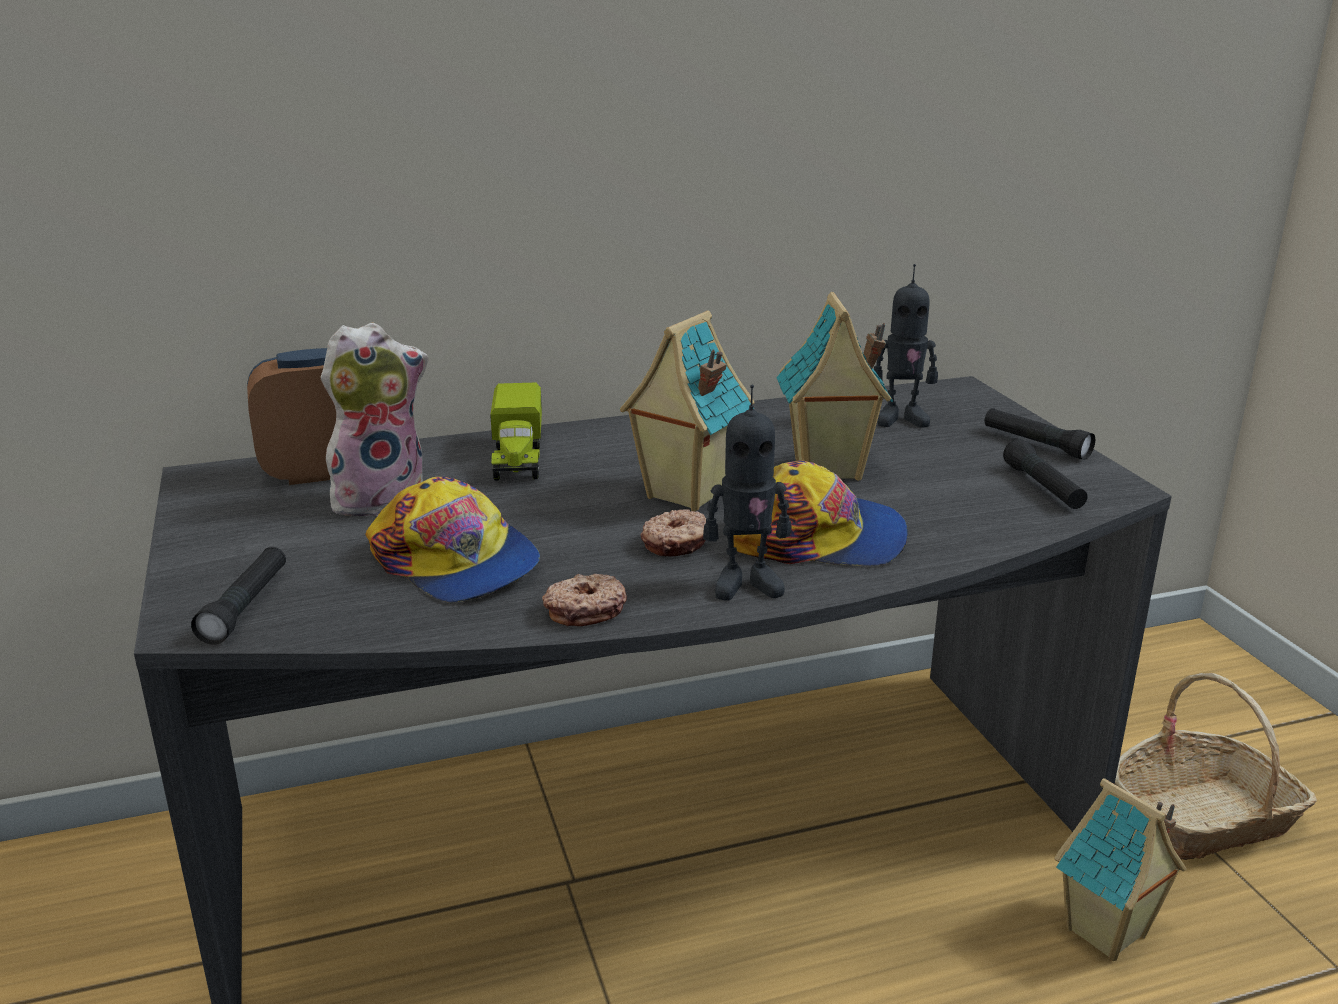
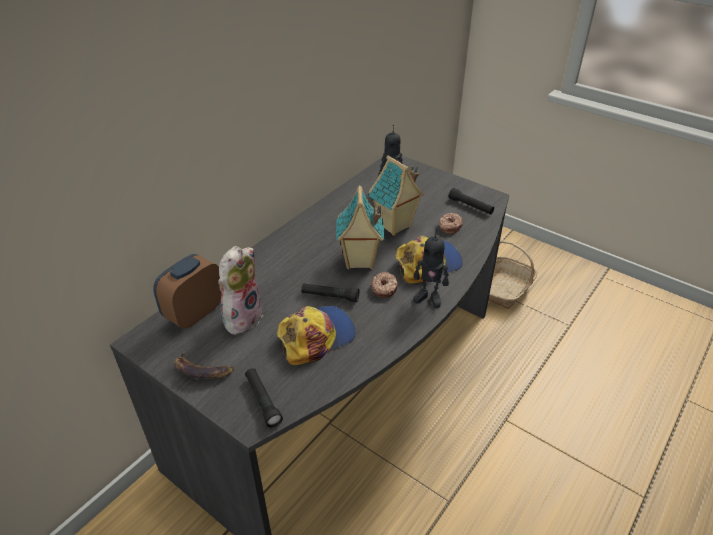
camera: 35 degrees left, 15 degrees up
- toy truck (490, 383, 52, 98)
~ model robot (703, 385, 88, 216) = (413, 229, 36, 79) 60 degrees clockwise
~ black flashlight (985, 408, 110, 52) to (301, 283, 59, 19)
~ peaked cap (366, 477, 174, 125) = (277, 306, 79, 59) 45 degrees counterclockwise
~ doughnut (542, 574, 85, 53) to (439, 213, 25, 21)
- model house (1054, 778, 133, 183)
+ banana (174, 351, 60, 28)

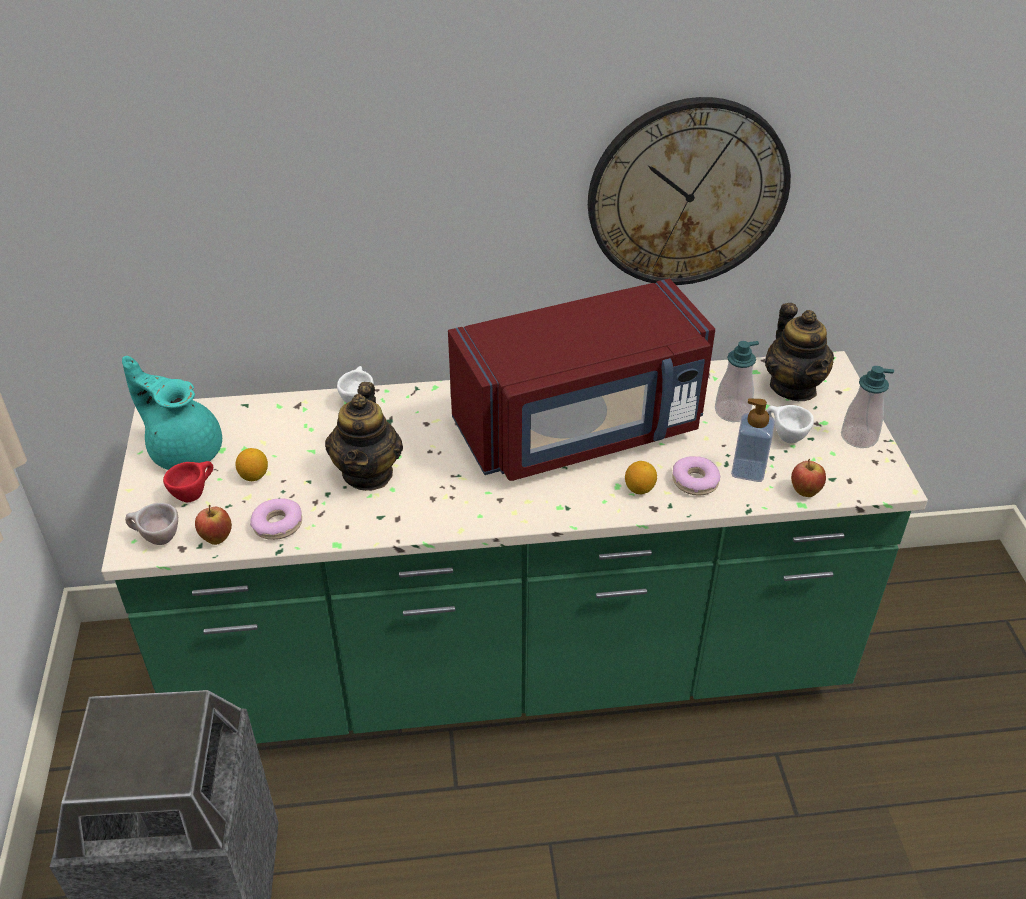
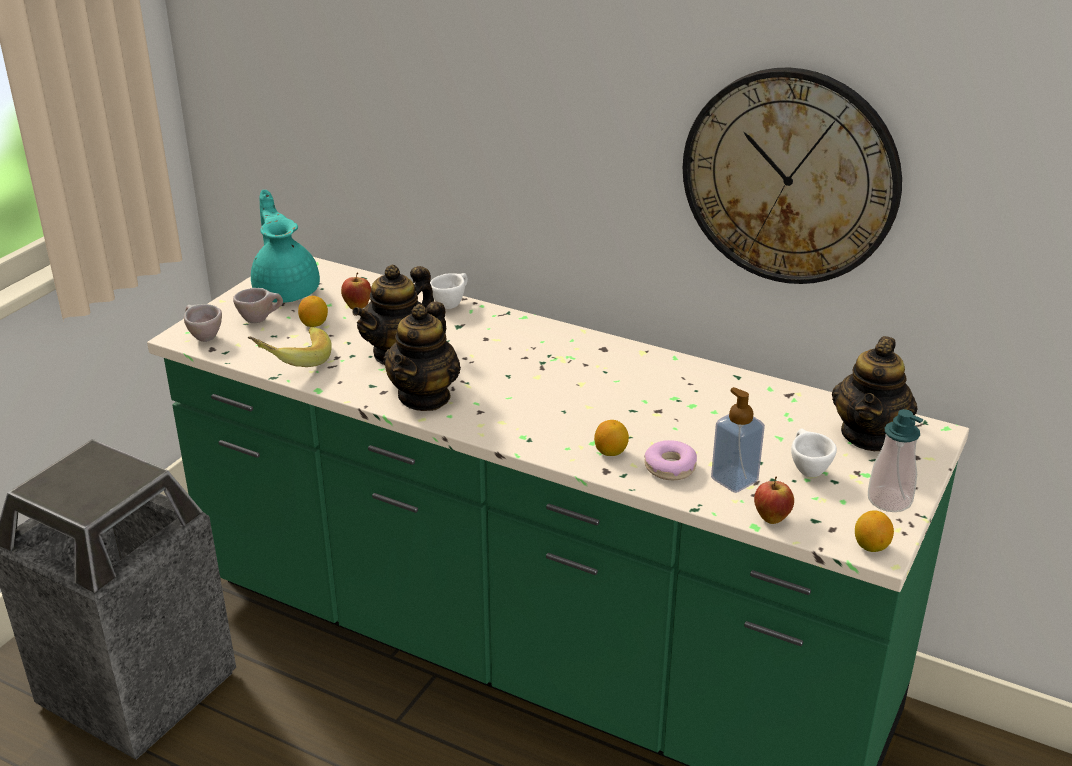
camera: 35 degrees right, 10 degrees down
- reddish kitchen microwave (448, 279, 267, 202)
- soap dispenser (715, 341, 44, 81)
~ reddish drinking cup (163, 461, 50, 41) to beige drinking cup (233, 288, 50, 35)
~ doughnut (250, 498, 52, 42) to banana (247, 327, 85, 40)
~ apple (195, 505, 37, 40) to (341, 272, 30, 38)
+ teapot (383, 301, 78, 110)
+ lemon (855, 511, 39, 41)

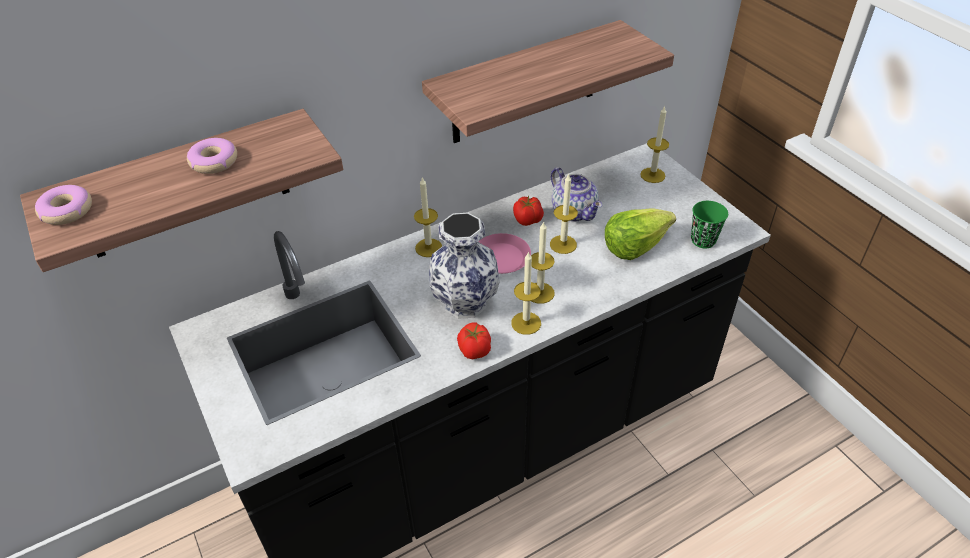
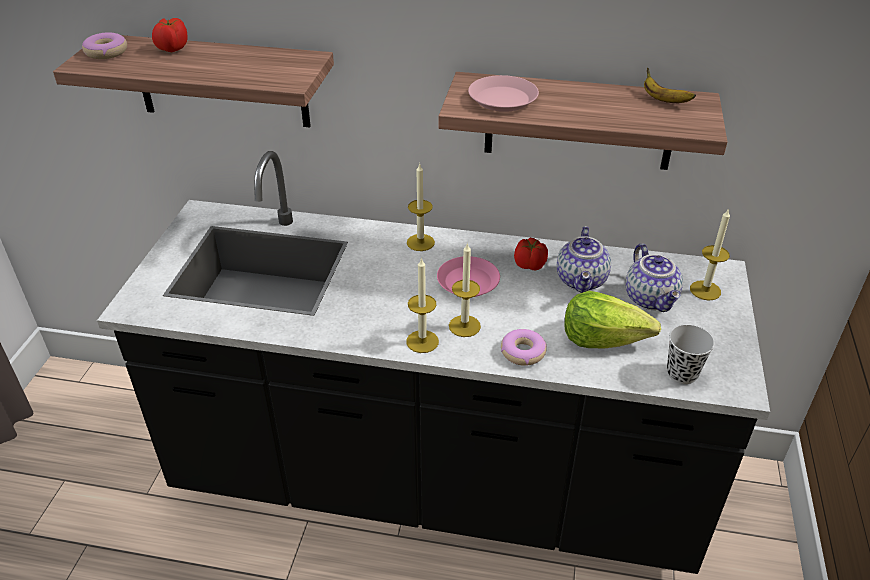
camera: 40 degrees right, 5 degrees down
~ doughnut (187, 138, 50, 36) to (501, 329, 46, 37)
- candle (550, 173, 28, 81)
~ green-coloured drinking cup (691, 201, 37, 47) to black drinking cup (667, 325, 48, 59)
- decorative vase (429, 213, 71, 106)
~ whole tomato (457, 322, 34, 37) to (152, 18, 35, 34)
+ banana (644, 68, 52, 35)
+ pink plate (468, 75, 71, 37)
+ teapot (626, 243, 57, 69)

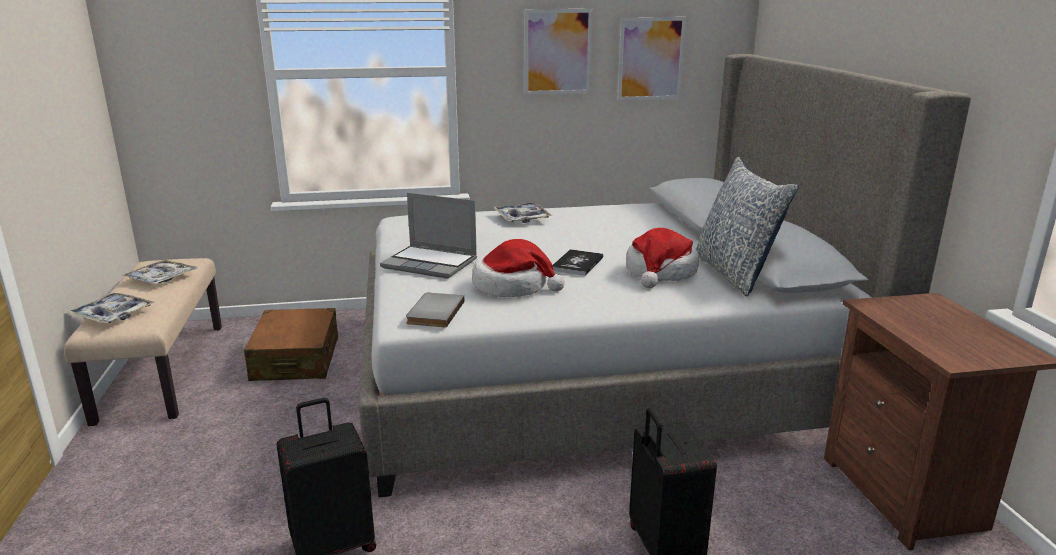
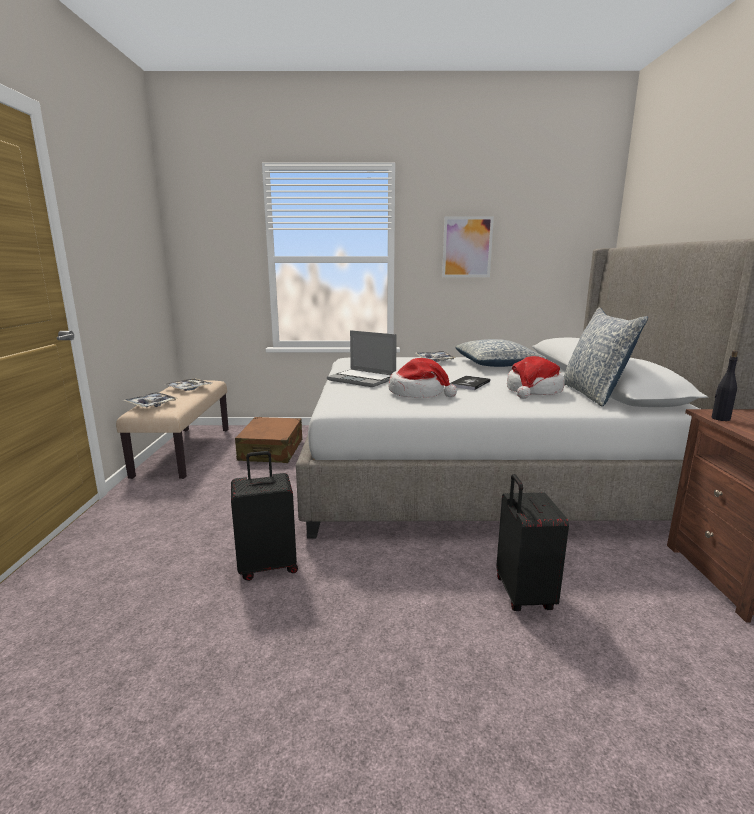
camera: 10 degrees right, 5 degrees down
- wall picture (617, 17, 69, 83)
- grey book (406, 293, 59, 35)
+ throw pillow (455, 339, 92, 28)
+ black bottle (711, 350, 27, 71)

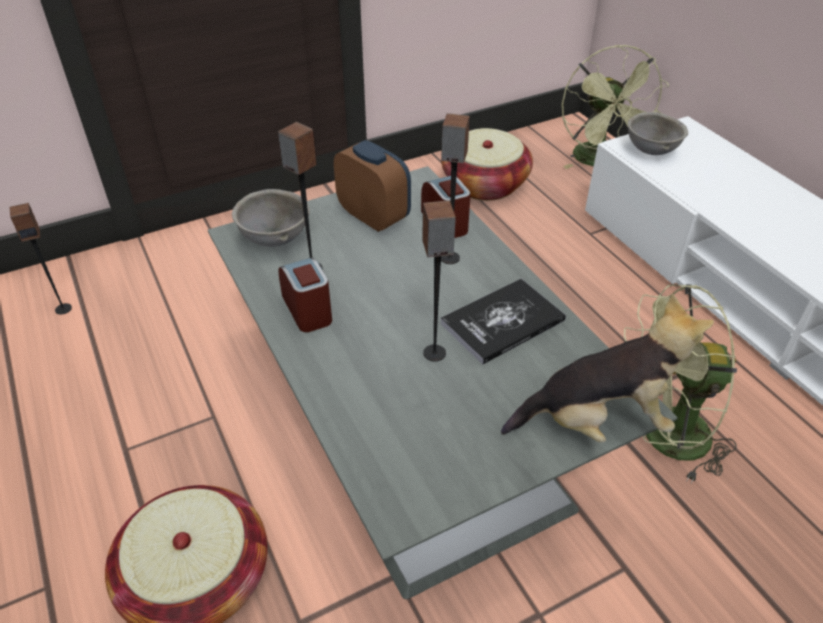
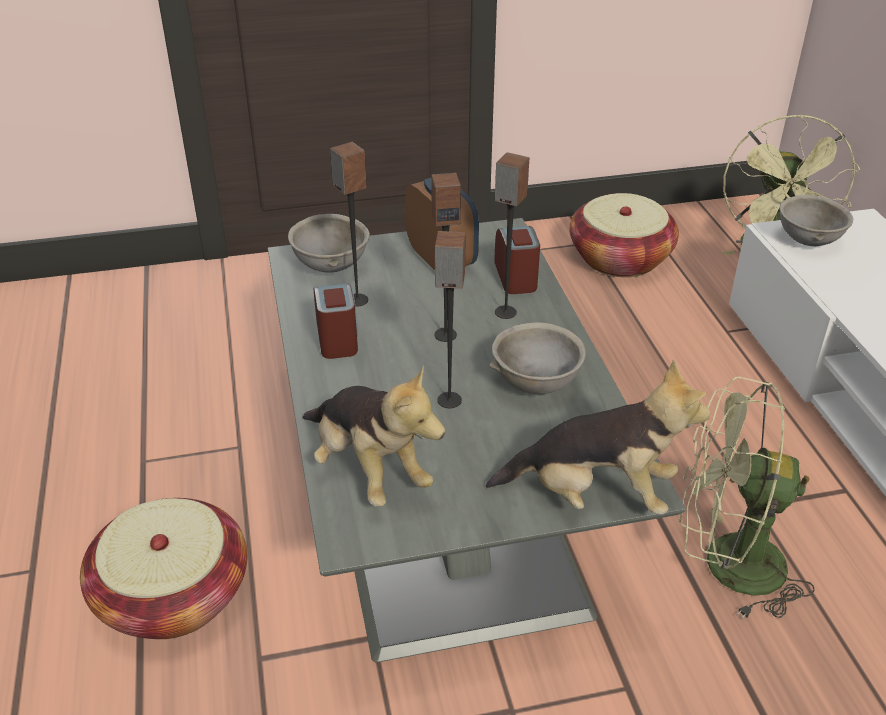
camera: 15 degrees right, 5 degrees down
~ loudspeaker (10, 203, 62, 112) to (431, 173, 30, 169)
~ book (440, 279, 126, 86) to grey serving bowl (490, 322, 96, 72)
+ soft toy (303, 366, 142, 141)

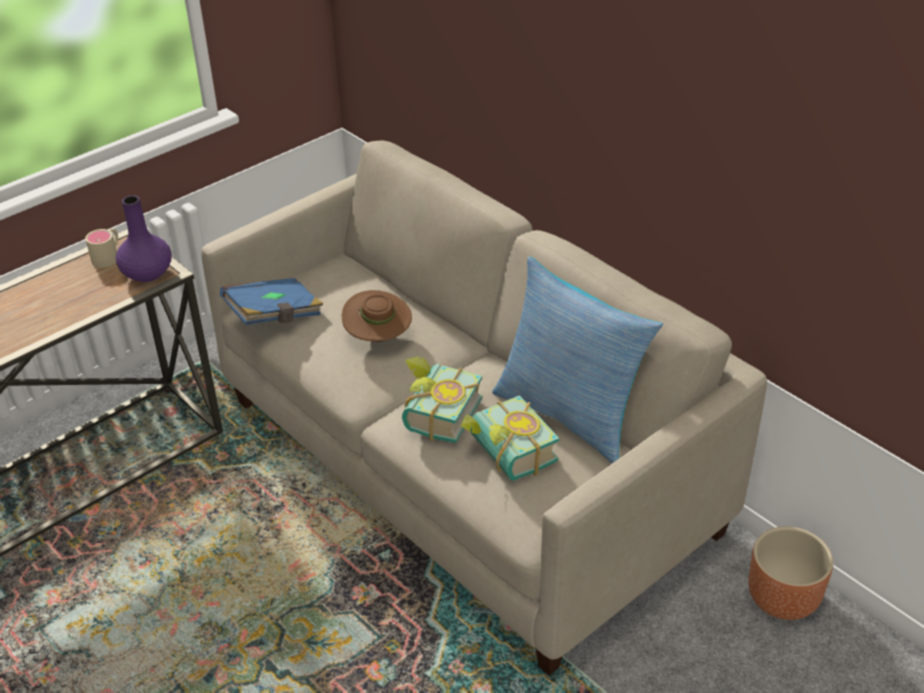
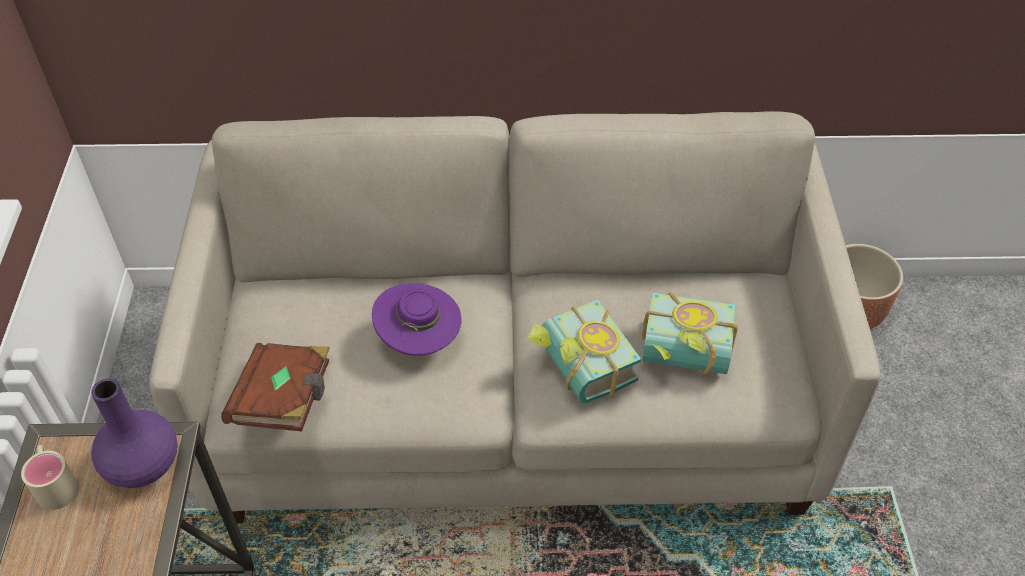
camera: 50 degrees left, 10 degrees up
- throw pillow (492, 257, 171, 206)
~ bluish book (220, 278, 104, 47) to brown-coloured book (221, 343, 109, 89)
~ brown-coloured wearable hat (342, 290, 70, 52) to purplish wearable hat (372, 283, 89, 73)

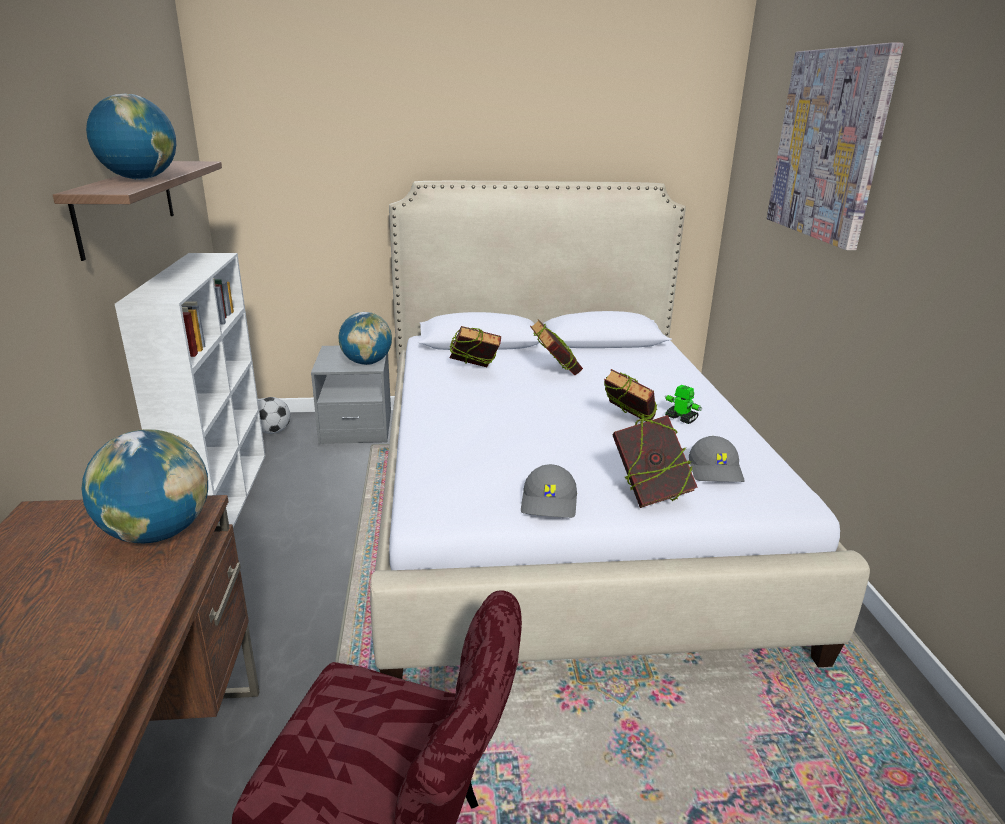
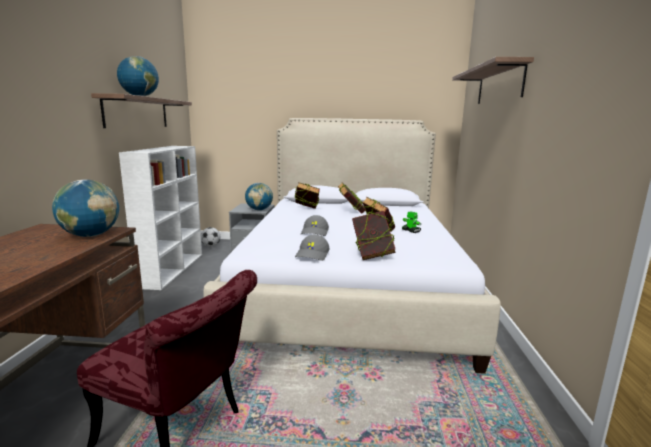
camera: 10 degrees right, 10 degrees down
~ wall picture (767, 42, 137, 208) to shelf (452, 57, 82, 47)
~ grey peaked cap (689, 436, 56, 46) to (301, 215, 28, 21)

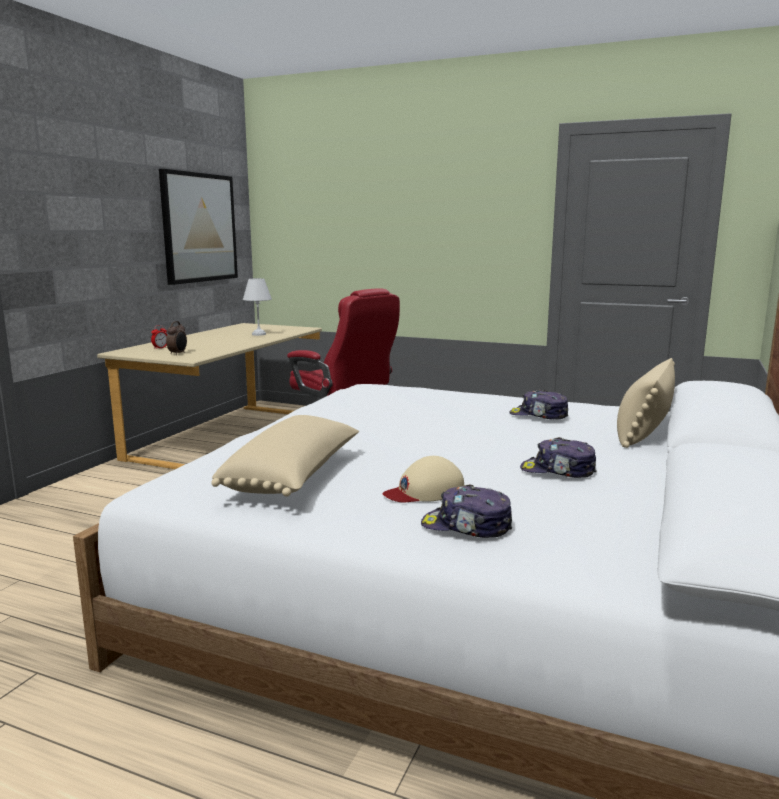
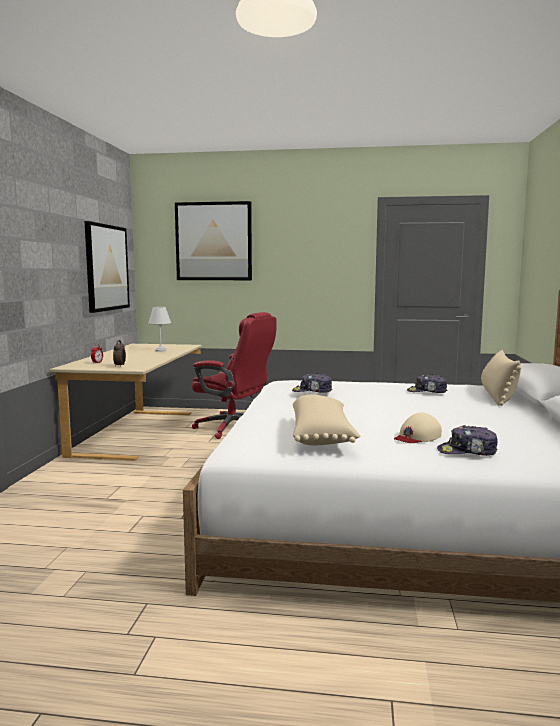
camera: 15 degrees left, 5 degrees down
~ peaked cap (520, 437, 76, 41) to (292, 373, 41, 20)
+ wall picture (175, 201, 77, 79)

